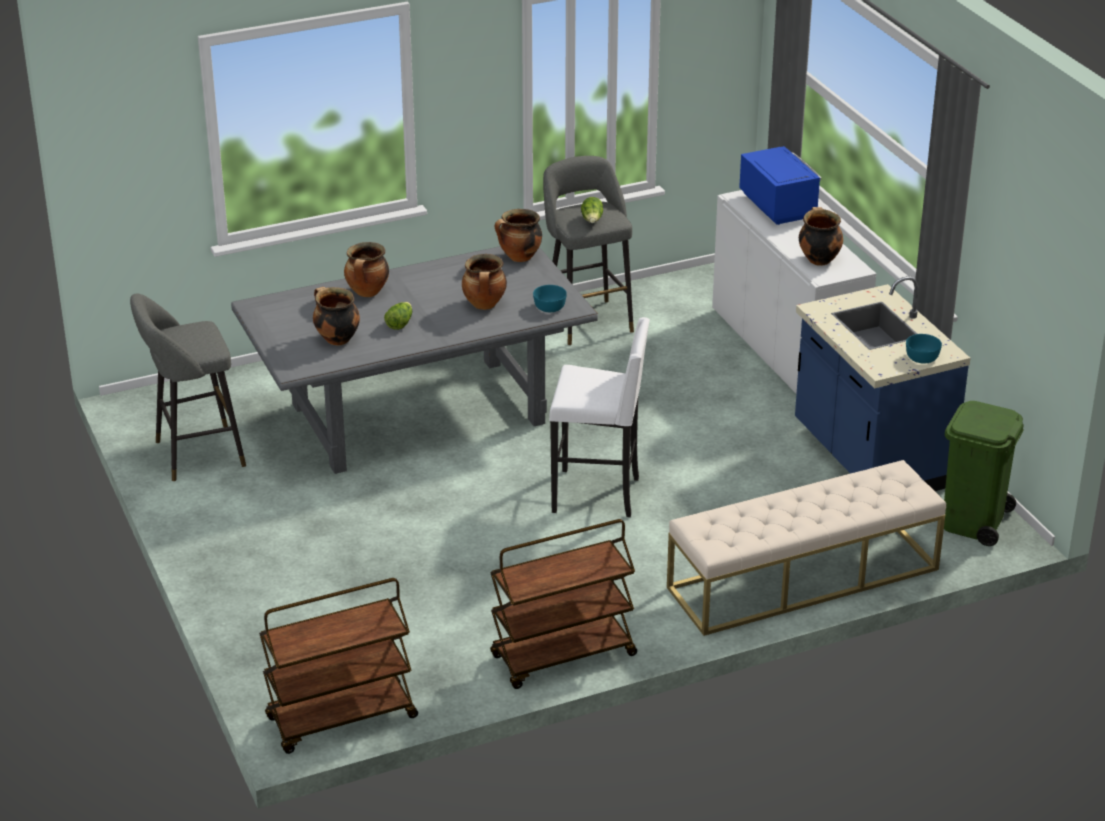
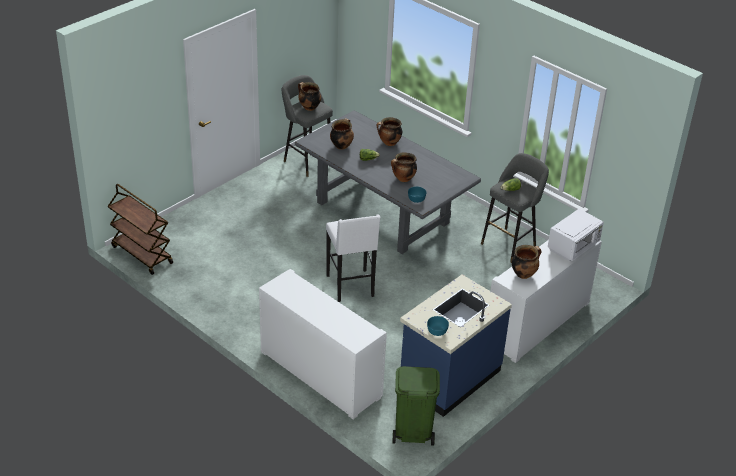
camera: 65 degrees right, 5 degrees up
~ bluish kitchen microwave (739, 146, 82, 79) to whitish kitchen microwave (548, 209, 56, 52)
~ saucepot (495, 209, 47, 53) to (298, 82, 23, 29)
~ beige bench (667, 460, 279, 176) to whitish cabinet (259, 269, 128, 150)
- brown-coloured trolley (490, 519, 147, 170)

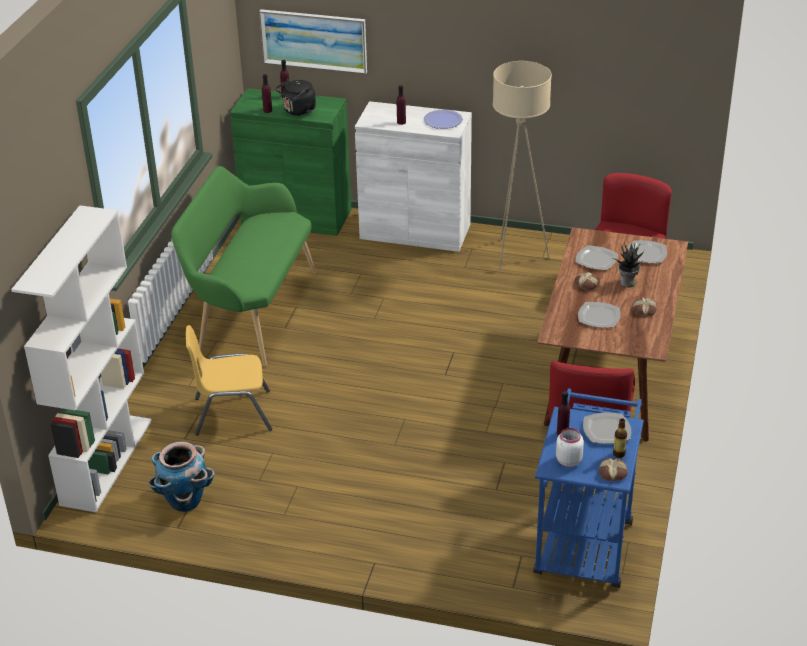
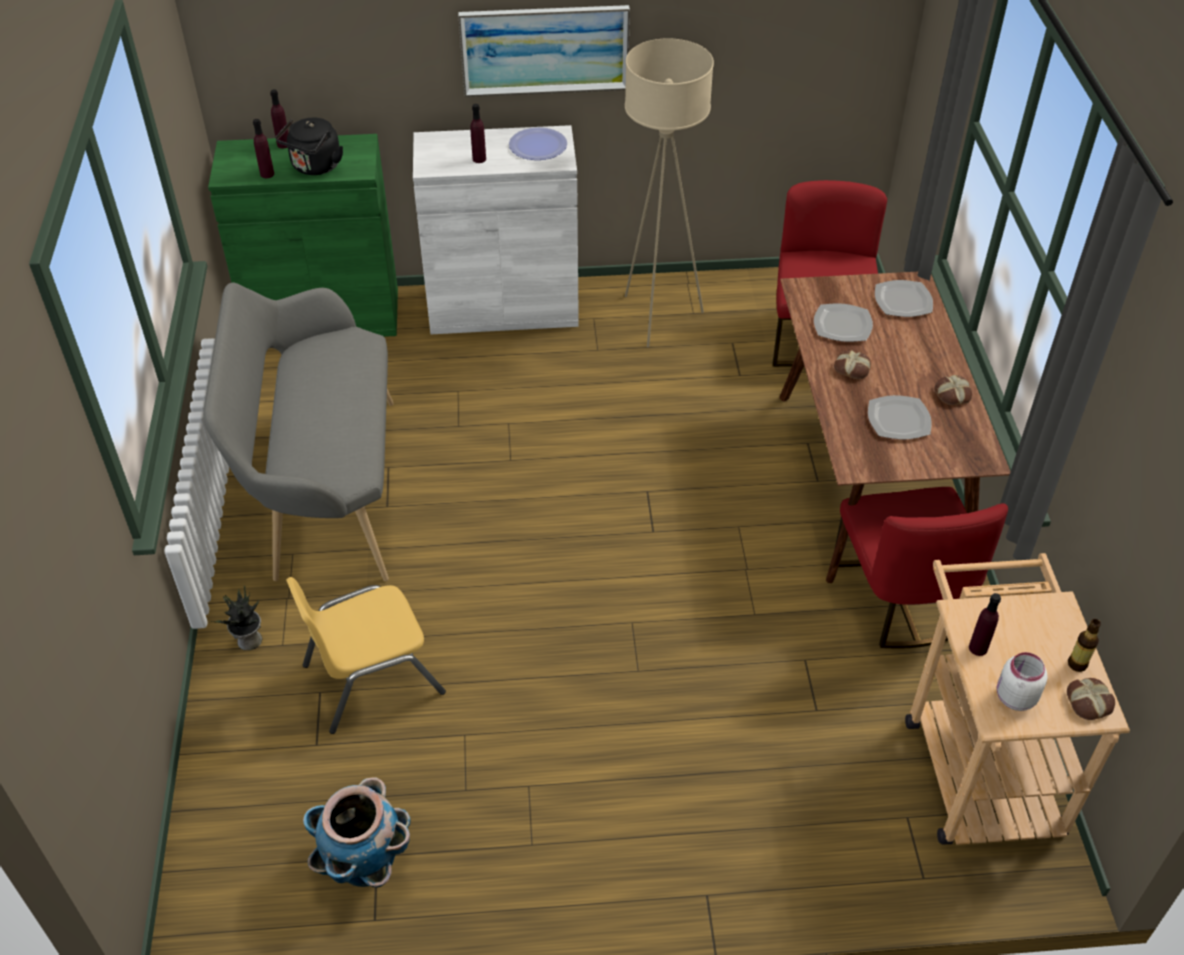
camera: 20 degrees left, 10 degrees up
~ wall picture (259, 9, 108, 65) to (458, 5, 172, 92)
~ green-coloured bench (171, 166, 145, 200) to grey bench (203, 282, 191, 299)
- whitish bookcase (11, 205, 141, 307)
~ houseplant (613, 243, 31, 44) to (211, 586, 51, 64)
~ bluish trolley (533, 388, 111, 200) to beige trolley (905, 553, 225, 292)
- plate (583, 412, 48, 32)

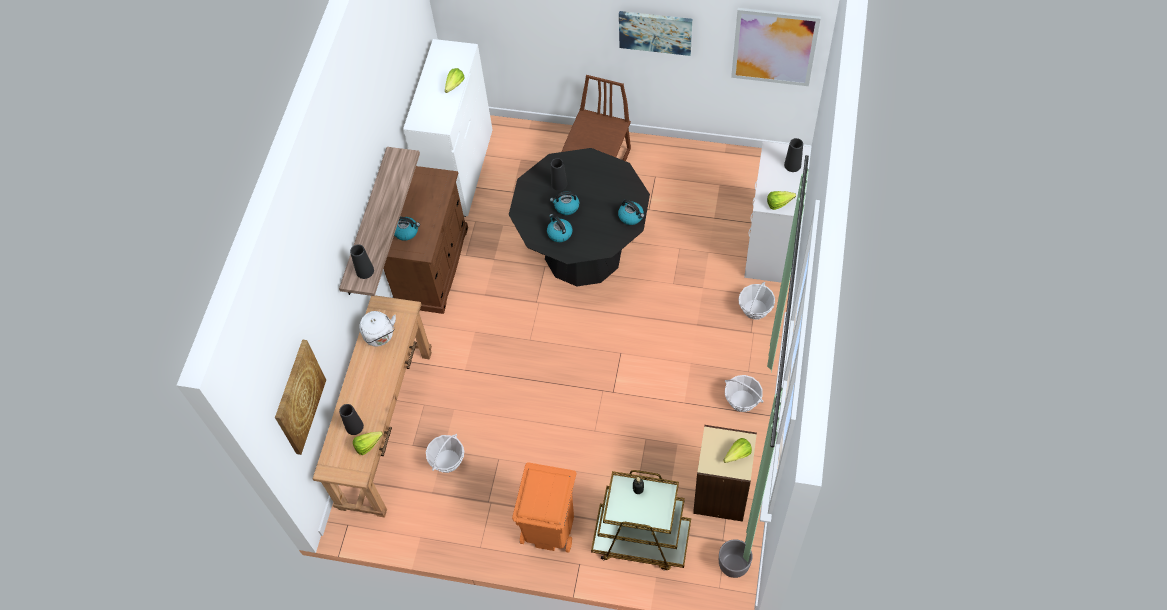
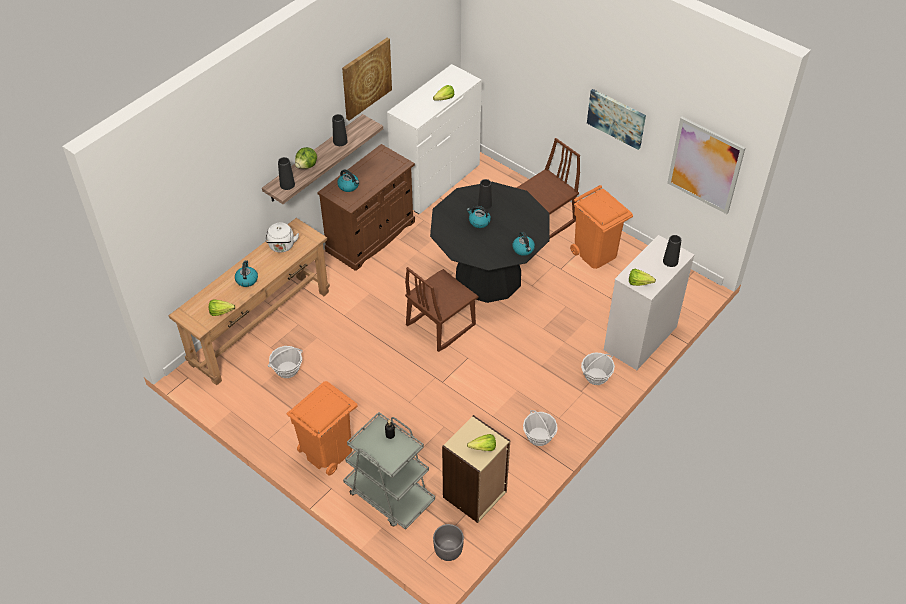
camera: 25 degrees right, 10 degrees down
~ tea kettle (547, 214, 26, 28) to (235, 261, 23, 26)
~ wall picture (275, 339, 51, 116) to (342, 38, 50, 83)
~ black decorative vase (339, 404, 25, 31) to (332, 114, 16, 32)
~ brown-coloured trolley (591, 470, 100, 101) to grey trolley (343, 412, 92, 118)
+ head of lettuce (295, 147, 22, 22)
+ orange rubbish bin (570, 185, 63, 84)
+ brown-coloured upright chair (405, 267, 74, 85)

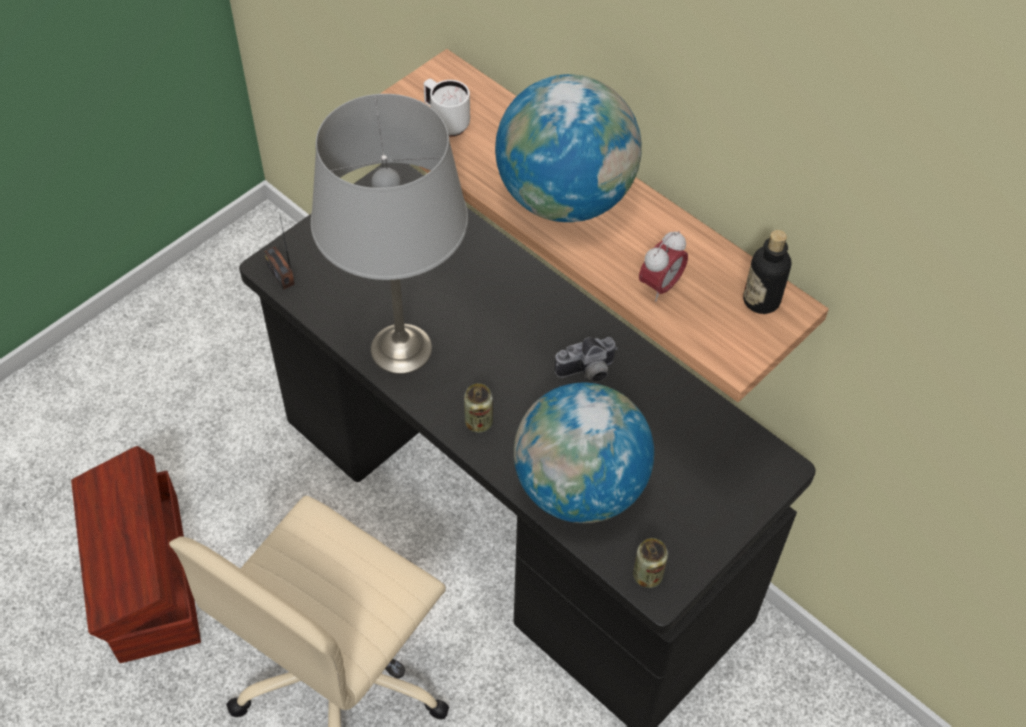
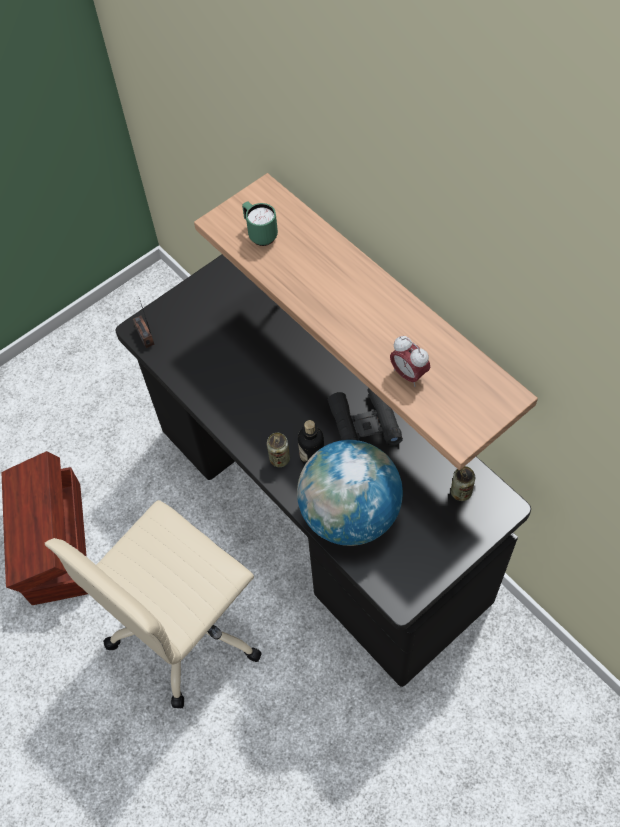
camera: 10 degrees right, 5 degrees up
- globe (495, 74, 147, 148)
~ whitish mug (424, 79, 46, 58) to green-coloured mug (242, 201, 36, 45)
- grey table lamp (311, 94, 157, 280)
~ bottle (743, 230, 49, 84) to (298, 420, 26, 44)
~ alarm clock (639, 231, 49, 70) = (390, 336, 40, 51) 90 degrees clockwise
~ still camera (555, 337, 63, 45) to black field glasses (328, 388, 75, 58)
~ can (633, 538, 35, 50) to (451, 466, 24, 35)

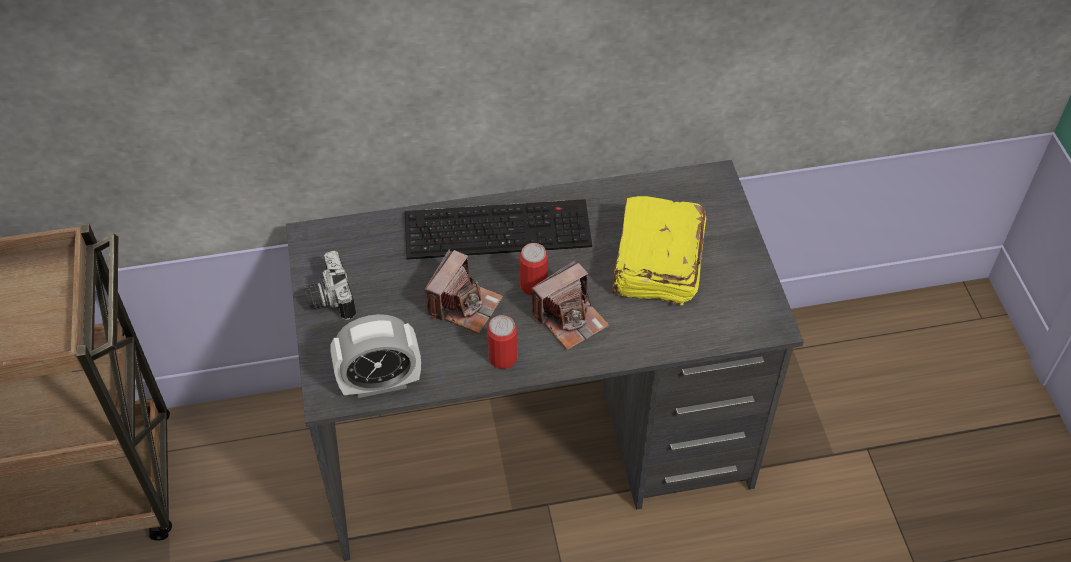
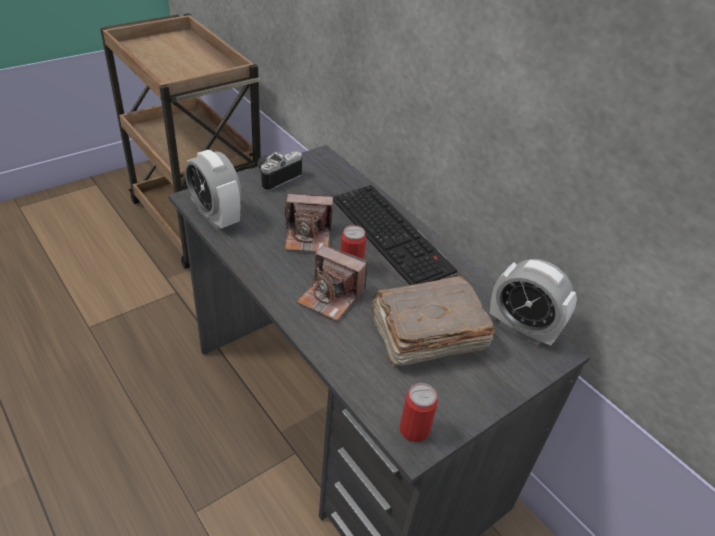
camera: 60 degrees right, 10 degrees down
~ yellow book (612, 196, 94, 109) to brown-coloured book (371, 276, 124, 90)
~ can (487, 315, 30, 54) to (400, 383, 38, 59)
+ alarm clock (490, 259, 87, 87)

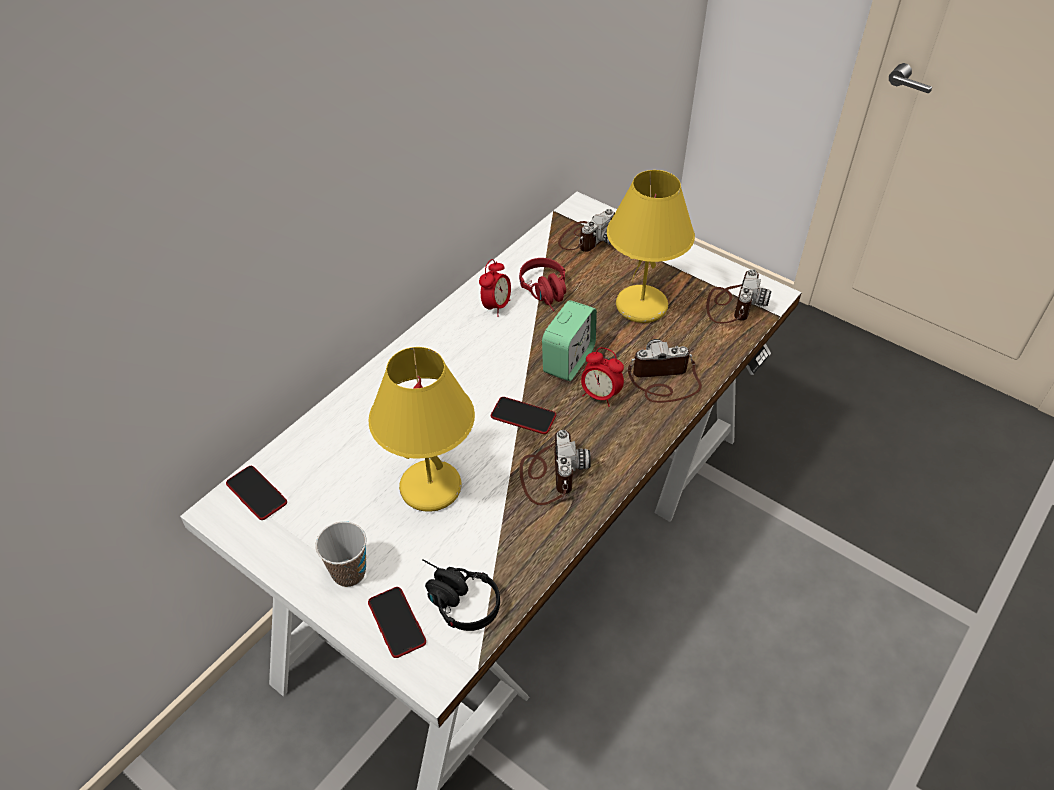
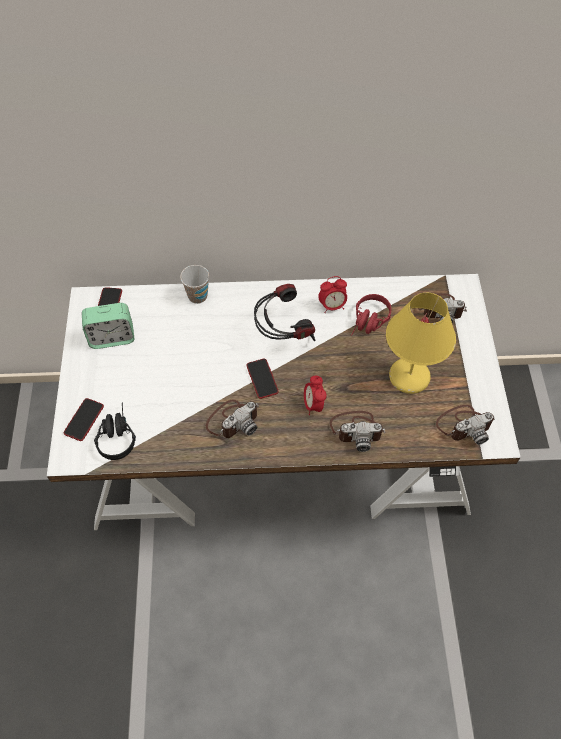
camera: 50 degrees right, 10 degrees up
~ alarm clock (542, 300, 55, 81) to (82, 303, 52, 46)
~ still camera (628, 339, 74, 64) = (330, 411, 56, 41) 135 degrees clockwise
- yellow table lamp (368, 347, 107, 165)
~ drinking cup (316, 521, 51, 66) to (180, 265, 29, 39)
+ pair of headphones (254, 284, 62, 57)

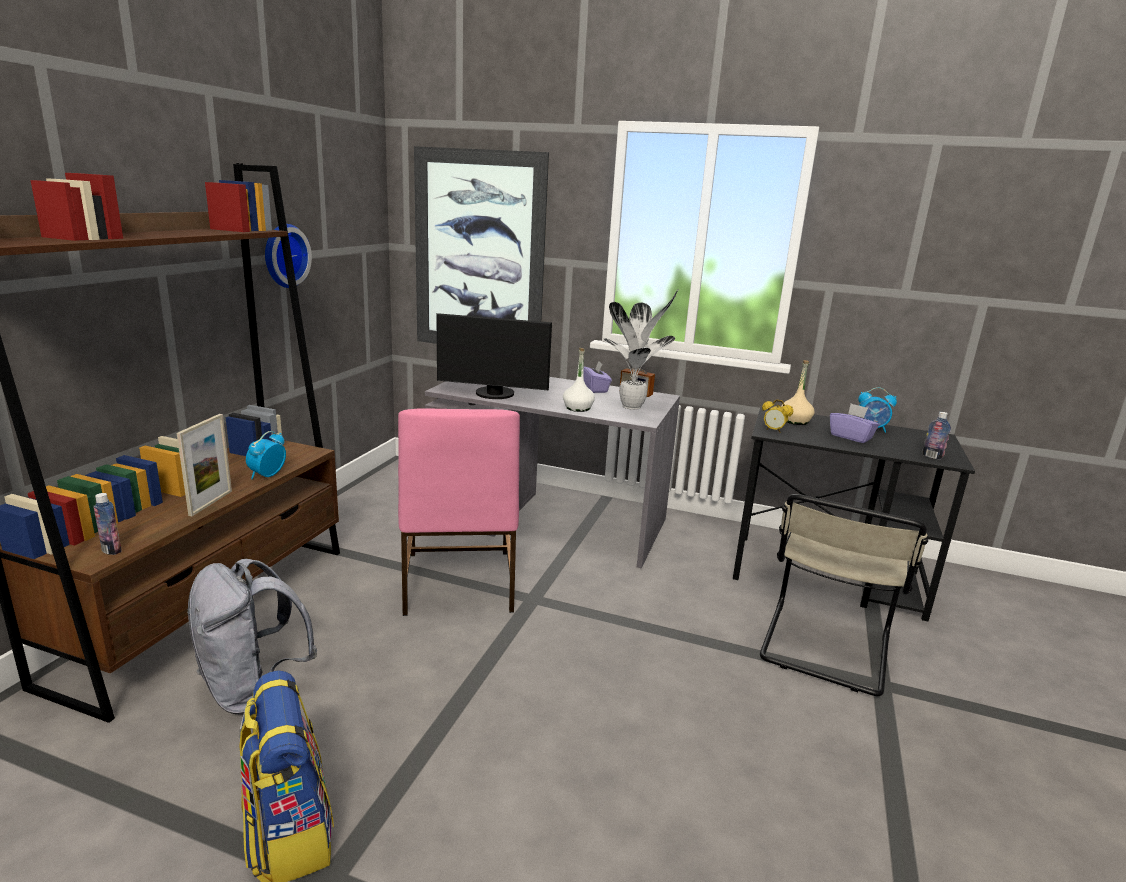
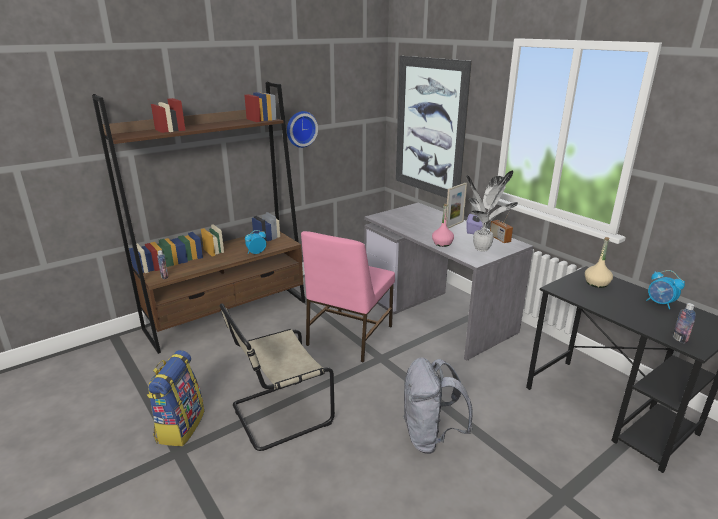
camera: 35 degrees right, 5 degrees up
- monitor (437, 313, 115, 86)
~ whitish bottle (563, 348, 32, 64) to pink bottle (432, 204, 22, 43)
- alarm clock (762, 399, 31, 34)
- purplish box of tissues (830, 403, 49, 40)
~ standing frame (177, 414, 55, 102) to (446, 183, 21, 45)
~ beige upright chair (760, 494, 168, 202) to (220, 303, 115, 148)
~ grey knapsack (187, 559, 130, 156) to (403, 358, 70, 96)

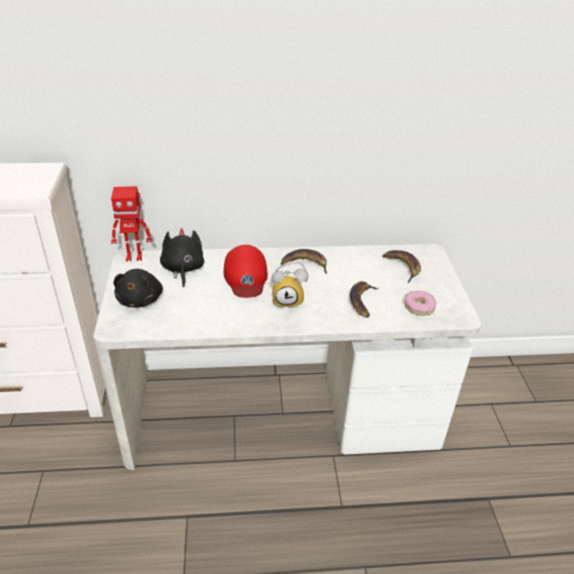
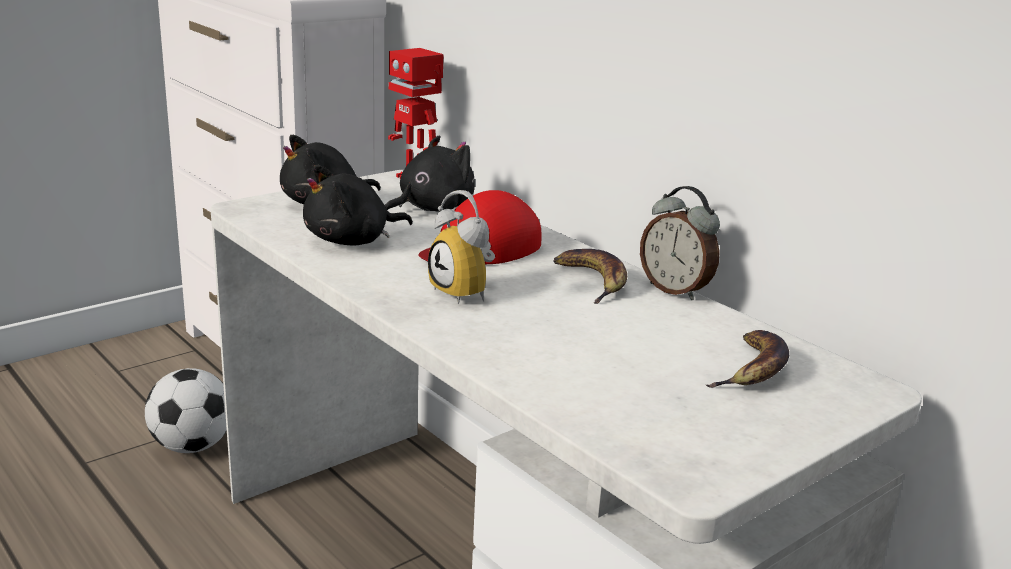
camera: 55 degrees right, 15 degrees down
- banana (350, 281, 28, 37)
- doughnut (404, 291, 32, 25)
+ black soft toy (303, 165, 110, 80)
+ alarm clock (640, 186, 80, 114)
+ football (145, 368, 82, 85)

